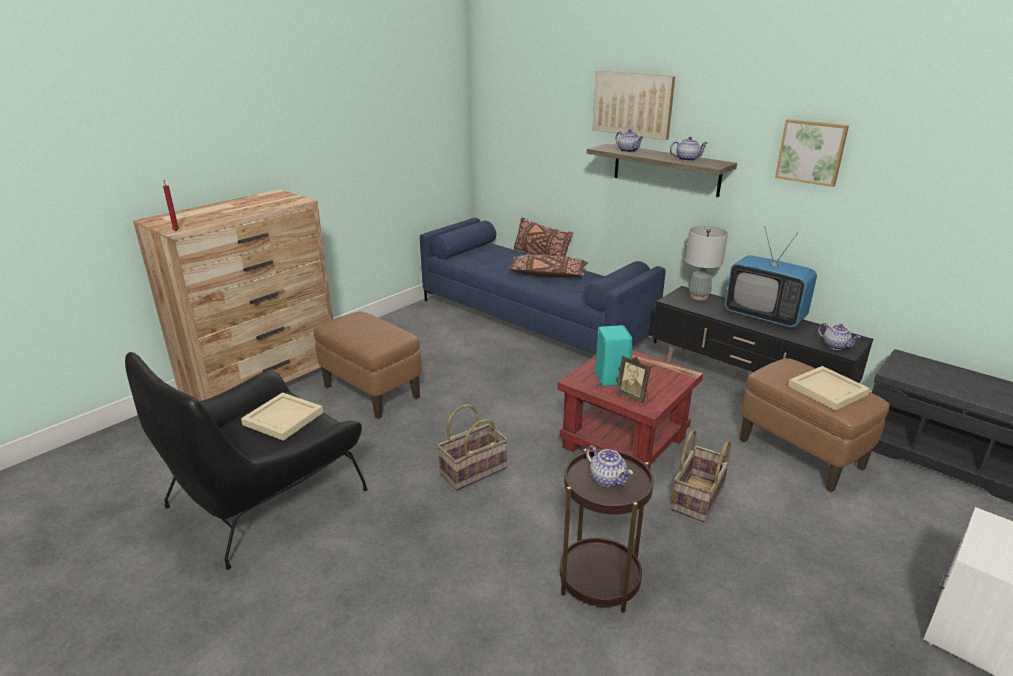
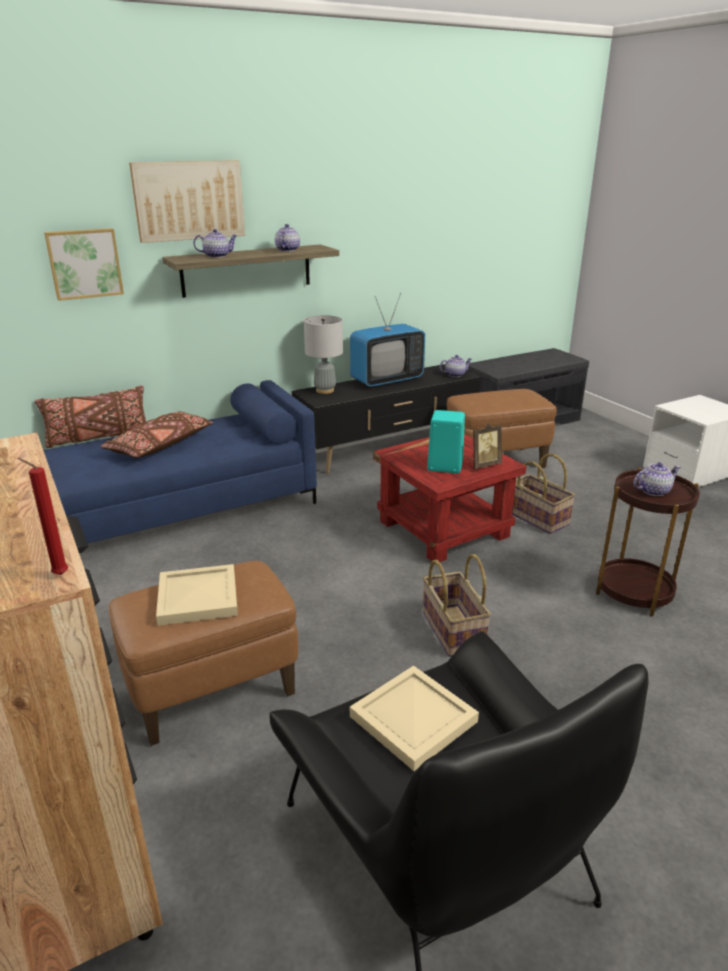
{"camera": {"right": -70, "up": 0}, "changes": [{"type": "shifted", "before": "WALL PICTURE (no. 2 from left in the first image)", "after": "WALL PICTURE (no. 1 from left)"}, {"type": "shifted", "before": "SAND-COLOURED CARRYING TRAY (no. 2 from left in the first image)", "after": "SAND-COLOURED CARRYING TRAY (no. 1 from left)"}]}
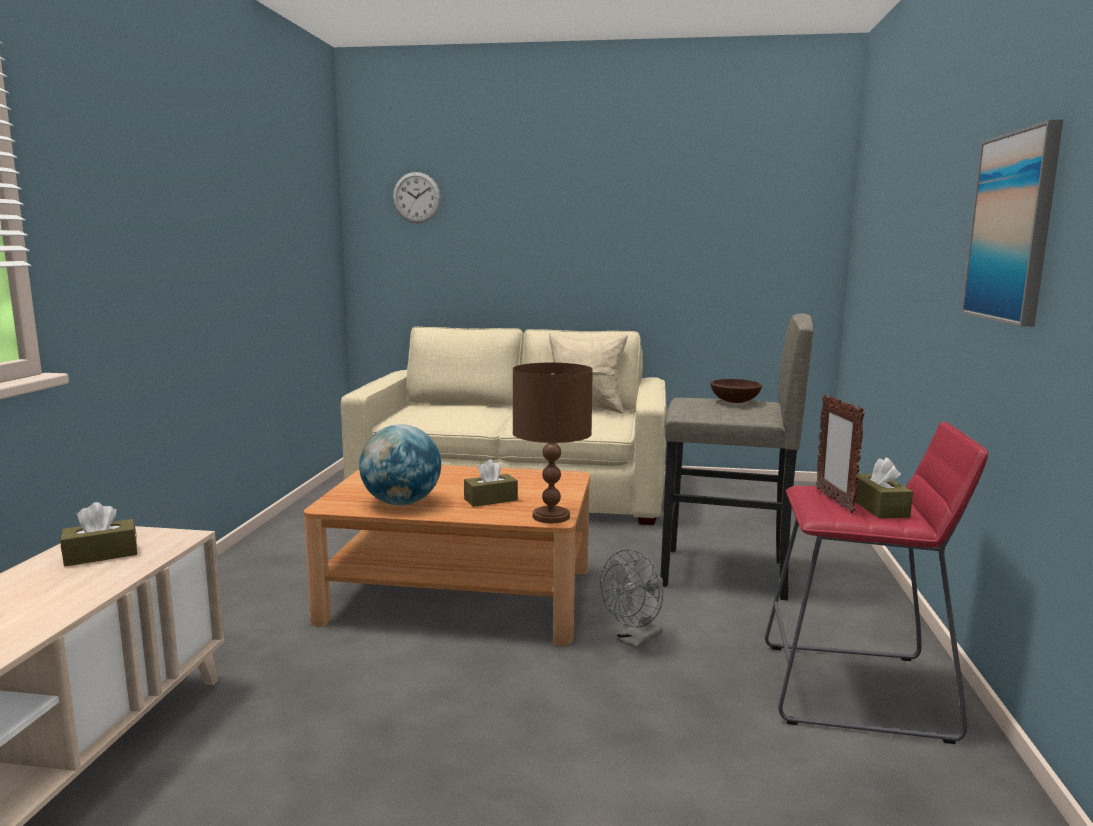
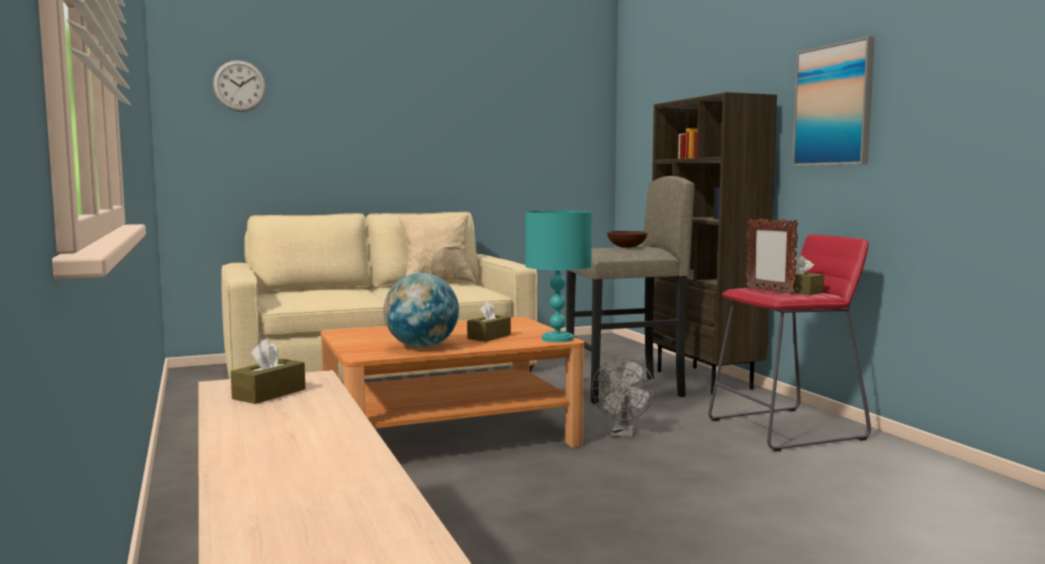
{"camera": {"right": -30, "up": -5}, "changes": [{"type": "new", "after": "BROWNISH SHELVING UNIT"}, {"type": "repainted", "before": "BROWNISH TABLETOP LAMP", "after": "BLUE-GREEN TABLETOP LAMP"}]}
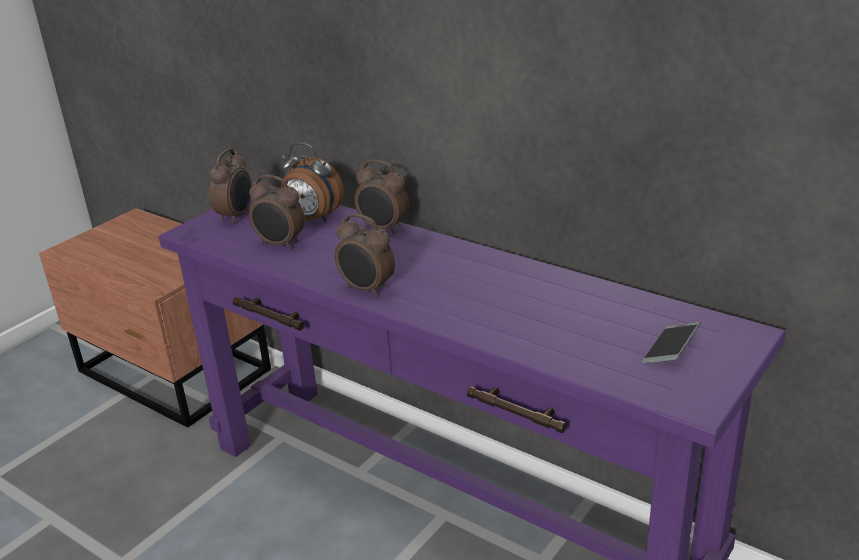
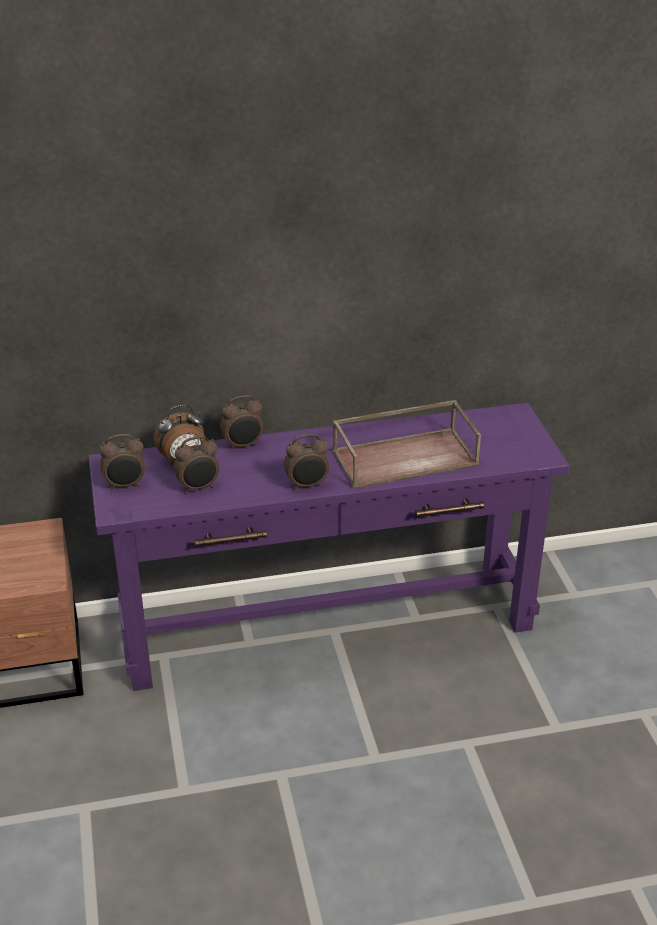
{"camera": {"right": -50, "up": 5}, "changes": [{"type": "gone", "before": "HANDSET"}, {"type": "new", "after": "BROWNISH CARRYING TRAY"}, {"type": "rotated", "before": "TABLE CLOCK (no. 1 from left)", "turn": 105}]}
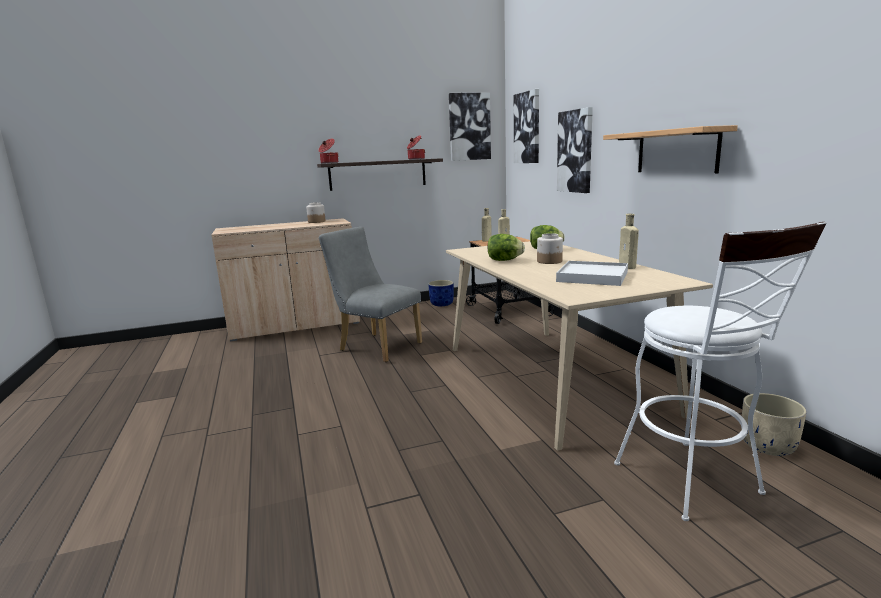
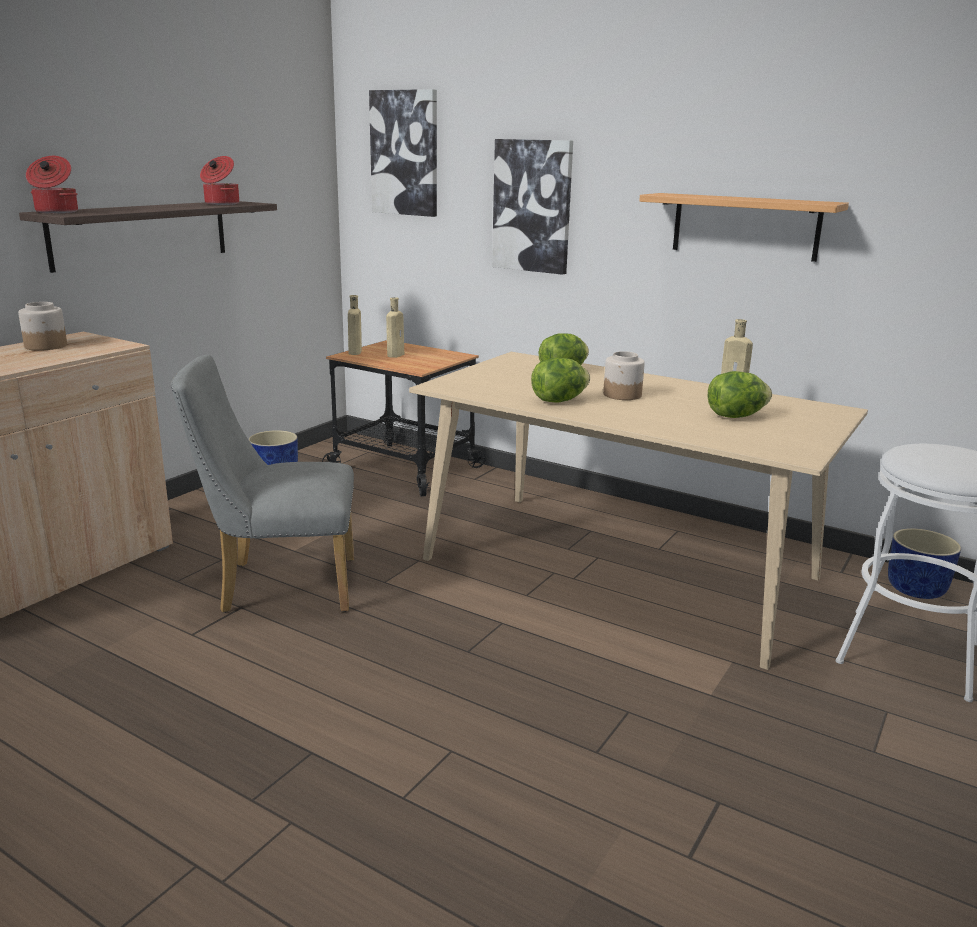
{"camera": {"right": -40, "up": 5}, "changes": [{"type": "gone", "before": "WALL PICTURE (no. 1 from left)"}, {"type": "swapped", "before": "WHITE CARRYING TRAY", "after": "HEAD OF LETTUCE (no. 3 from left)"}, {"type": "repainted", "before": "SAND-COLOURED PLANT POT", "after": "BLUE-COLOURED PLANT POT (no. 2 from left)"}]}
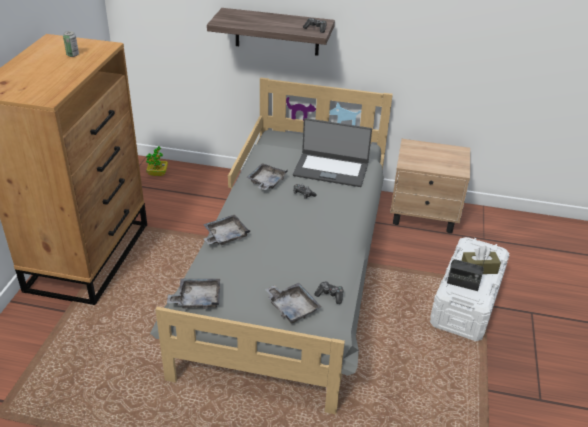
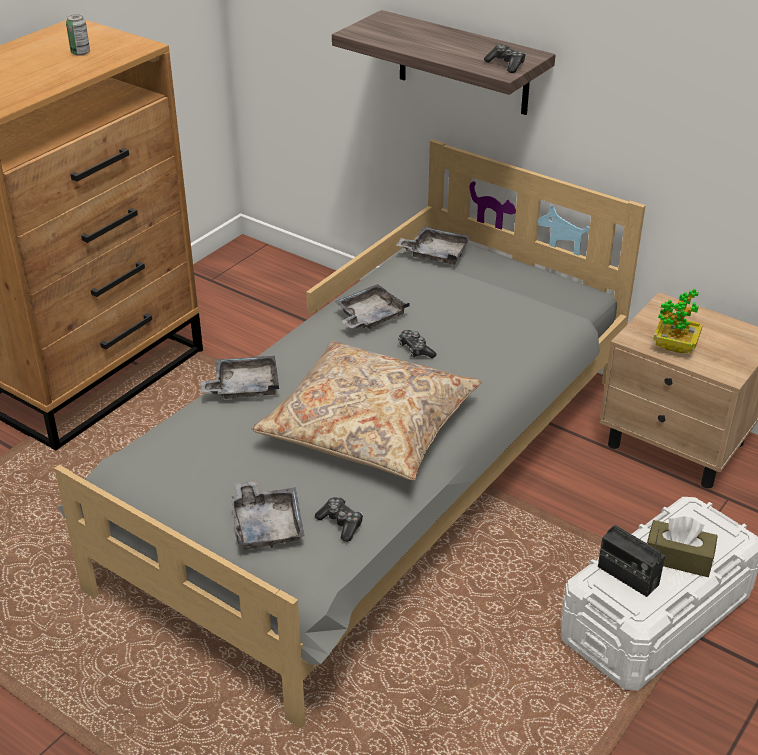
{"camera": {"right": 25, "up": 0}, "changes": [{"type": "gone", "before": "NOTEBOOK COMPUTER"}, {"type": "new", "after": "SAND-COLOURED THROW PILLOW"}, {"type": "shifted", "before": "POTTED PLANT"}, {"type": "shifted", "before": "GRAY CARRYING TRAY (no. 1 from left in the first image)", "after": "GRAY CARRYING TRAY (no. 4 from left)"}]}
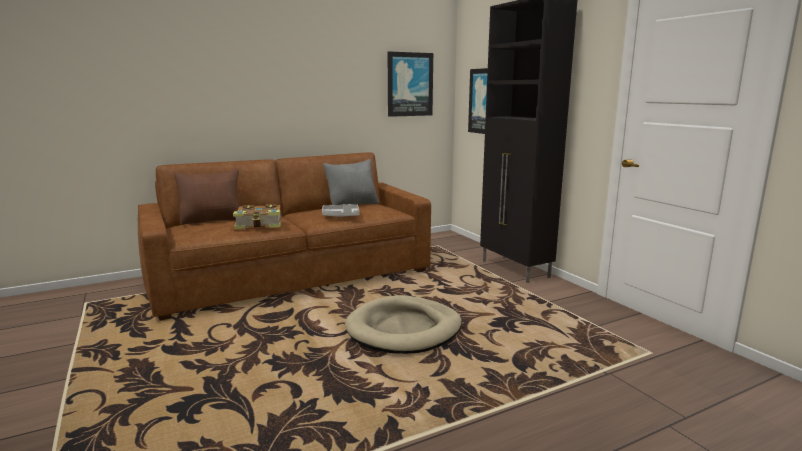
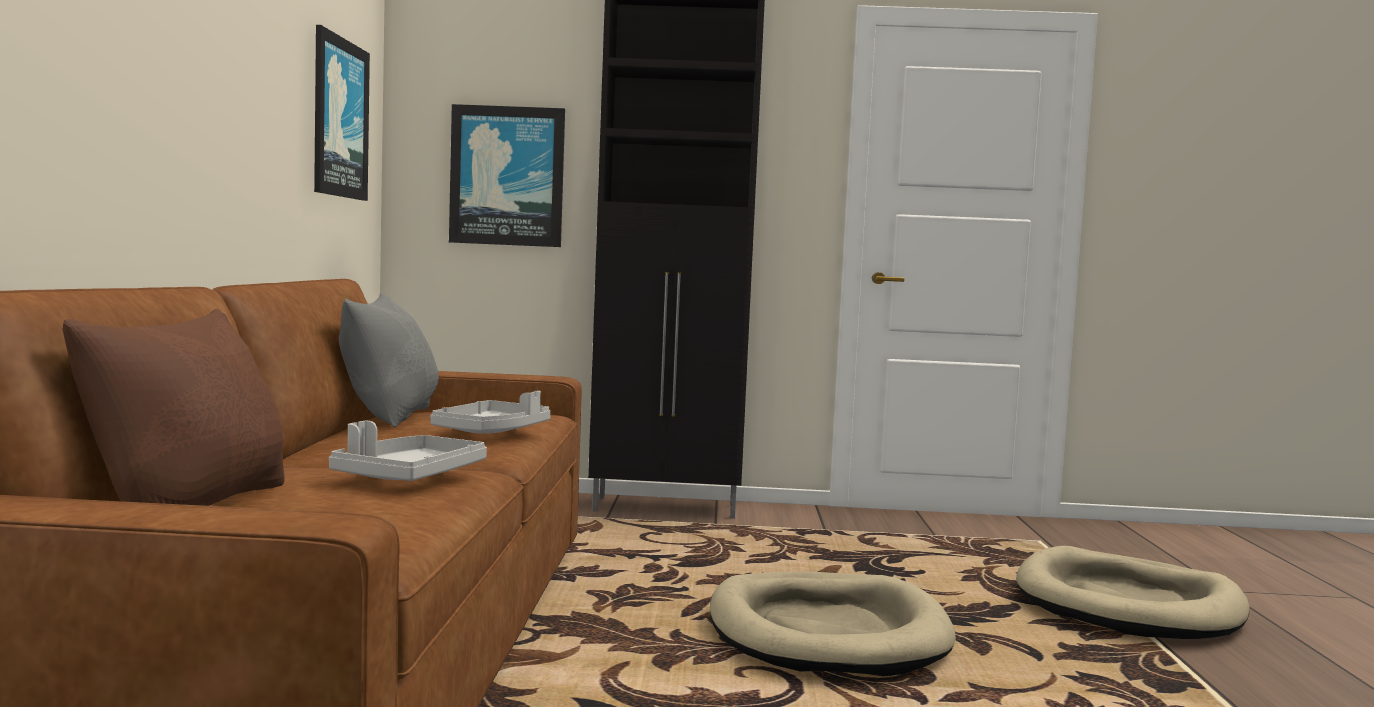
{"camera": {"right": -60, "up": -10}, "changes": [{"type": "new", "after": "SAND-COLOURED DOG CUSHION (no. 2 from left)"}, {"type": "swapped", "before": "BOUND BOOK", "after": "GRAY CARRYING TRAY (no. 1 from left)"}]}
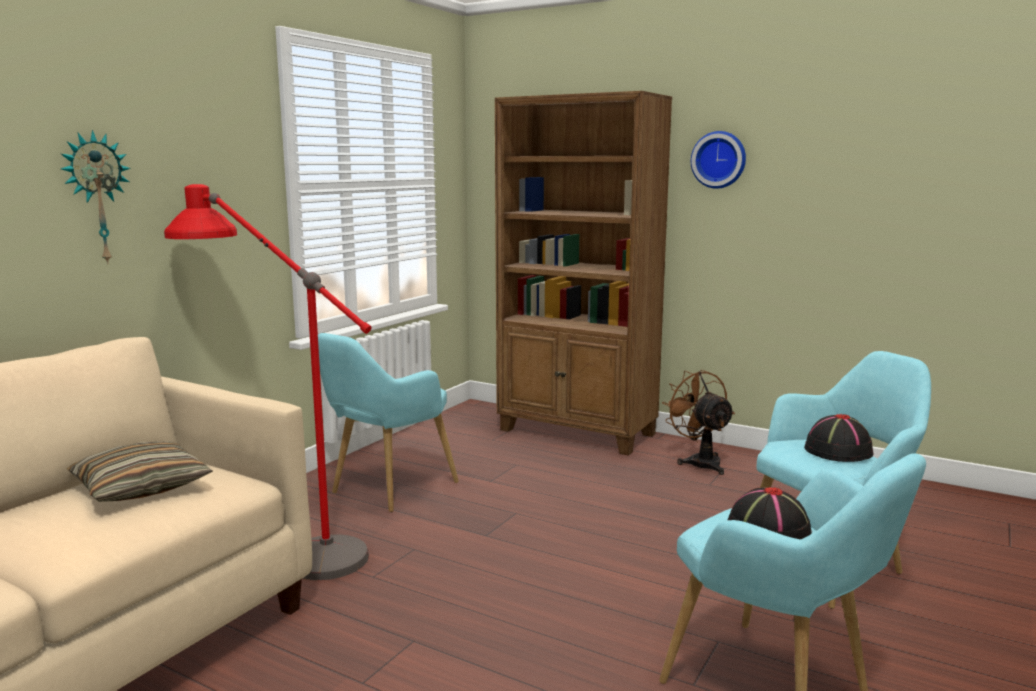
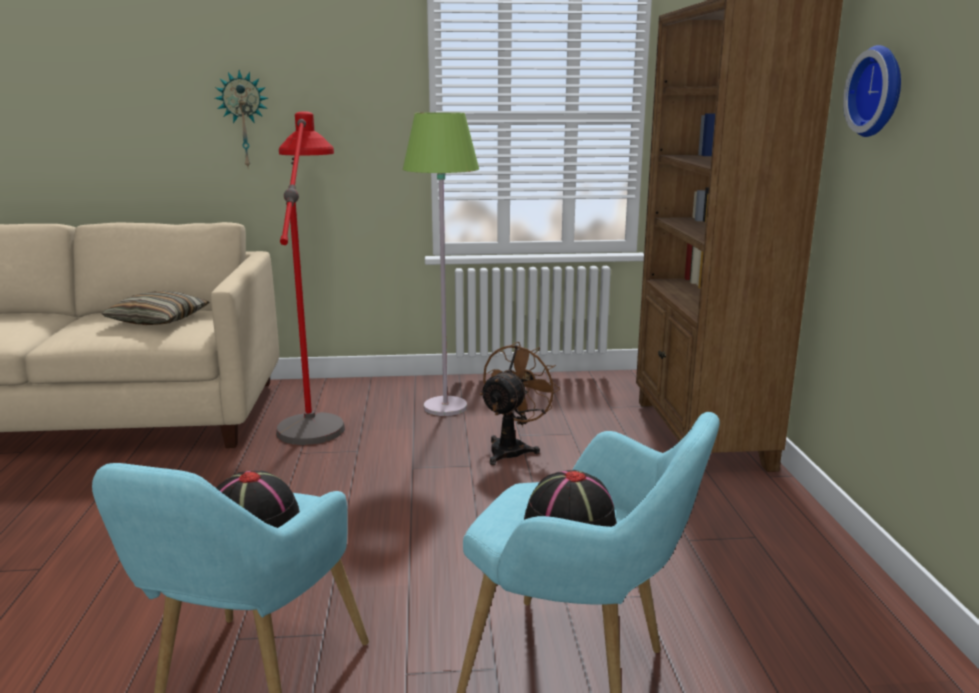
{"camera": {"right": 55, "up": 5}, "changes": [{"type": "shifted", "before": "BROWNISH COOLING FAN"}, {"type": "swapped", "before": "BLUE-GREEN ARMCHAIR (no. 1 from left)", "after": "GREEN FLOOR LAMP"}]}
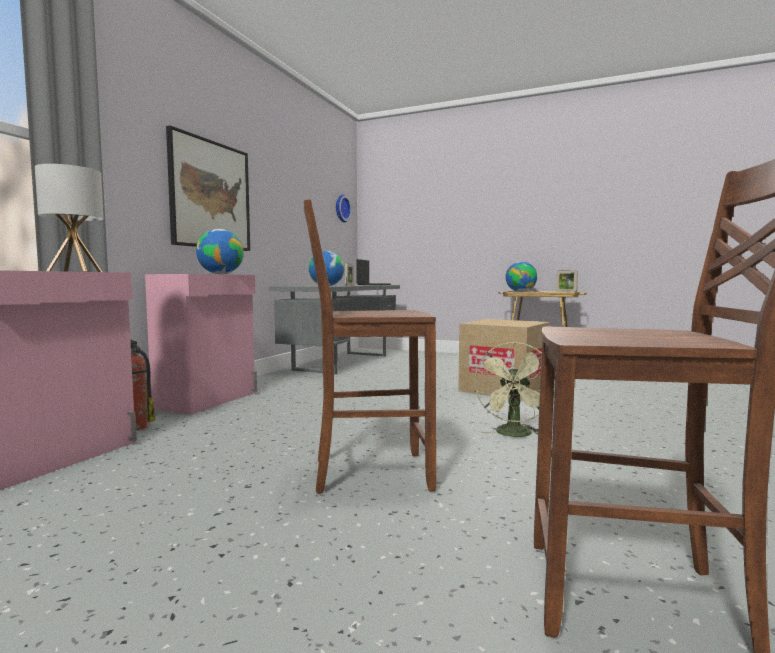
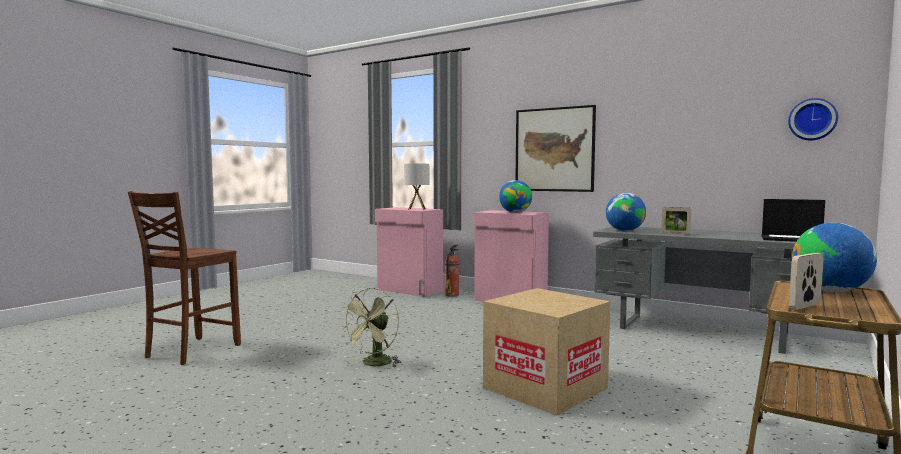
{"camera": {"right": 100, "up": 0}, "changes": [{"type": "gone", "before": "BROWNISH CHAIR (no. 1 from left)"}, {"type": "rotated", "before": "GREEN COOLING FAN", "turn": -90}]}
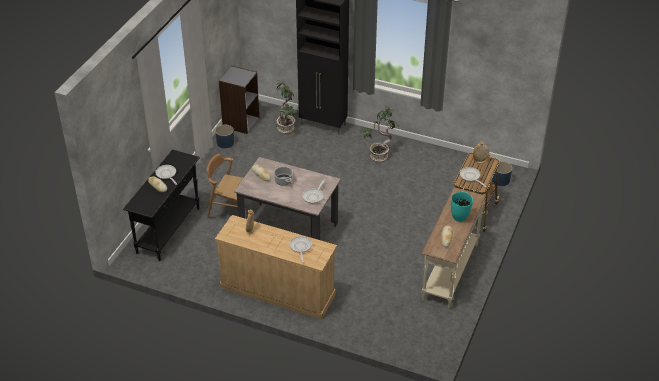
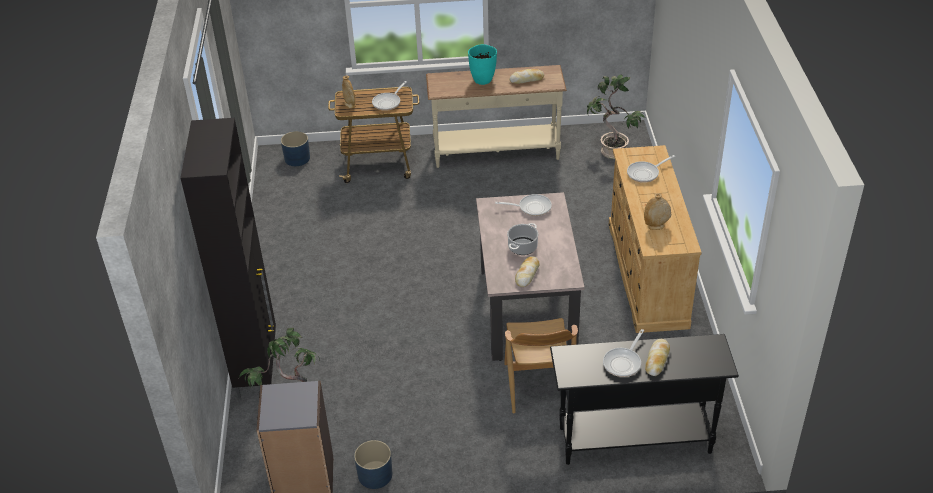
{"camera": {"right": -115, "up": 0}, "changes": [{"type": "shifted", "before": "POTTED PLANT (no. 2 from left)"}]}
